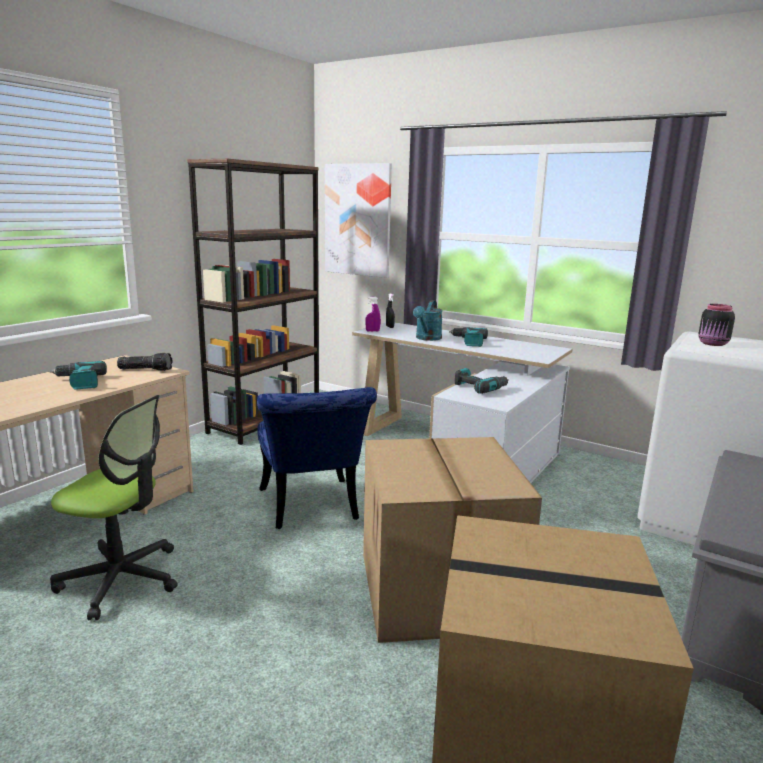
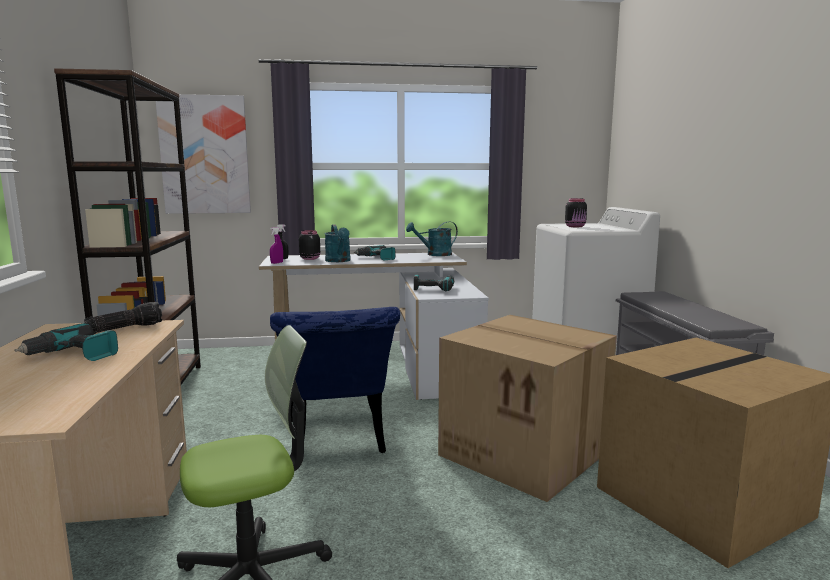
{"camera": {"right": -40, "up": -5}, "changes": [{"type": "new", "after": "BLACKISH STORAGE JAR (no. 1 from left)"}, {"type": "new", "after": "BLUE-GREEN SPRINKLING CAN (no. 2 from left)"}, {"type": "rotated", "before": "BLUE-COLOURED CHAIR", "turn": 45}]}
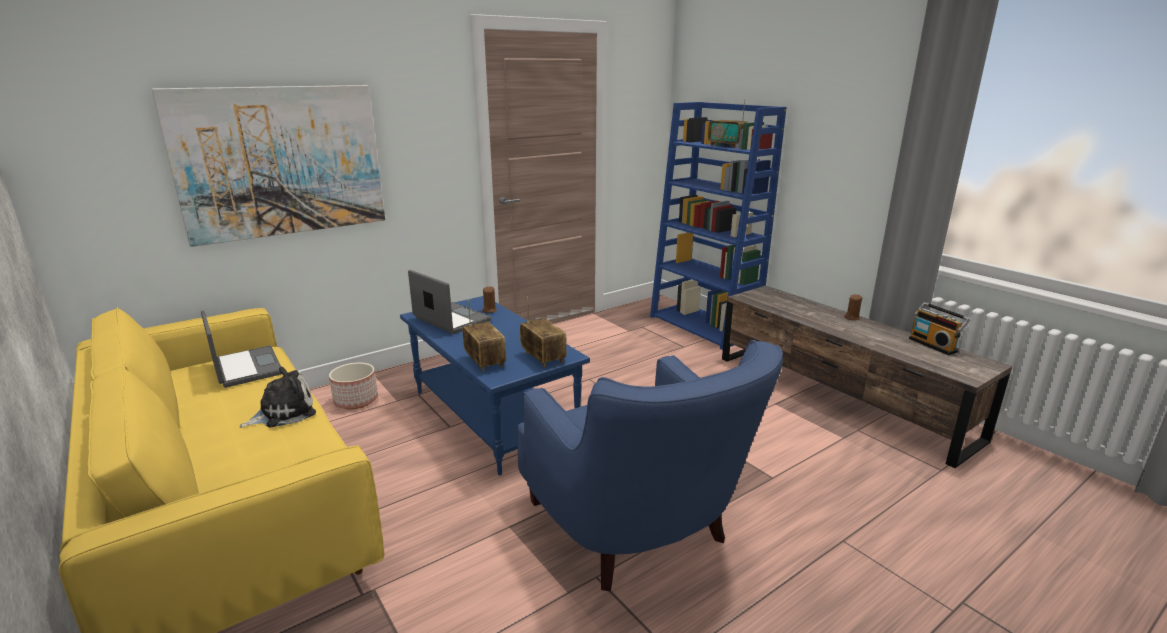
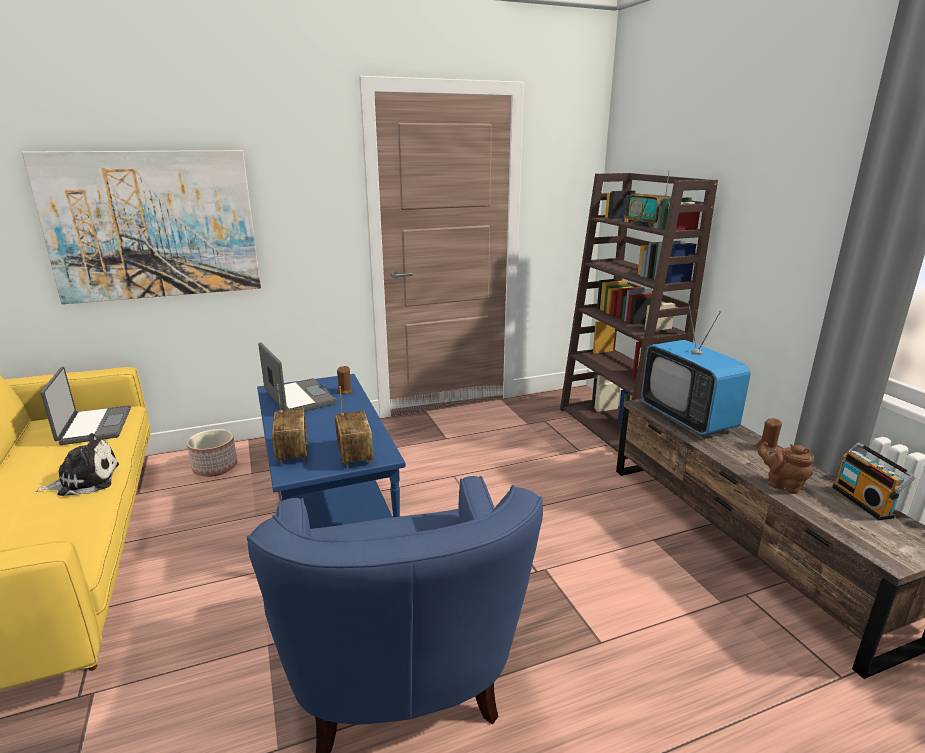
{"camera": {"right": 15, "up": 0}, "changes": [{"type": "new", "after": "TELEVISION"}, {"type": "new", "after": "BROWNISH POT FOR TEA"}, {"type": "repainted", "before": "BLUE-COLOURED SHELVING UNIT", "after": "BROWNISH SHELVING UNIT"}]}
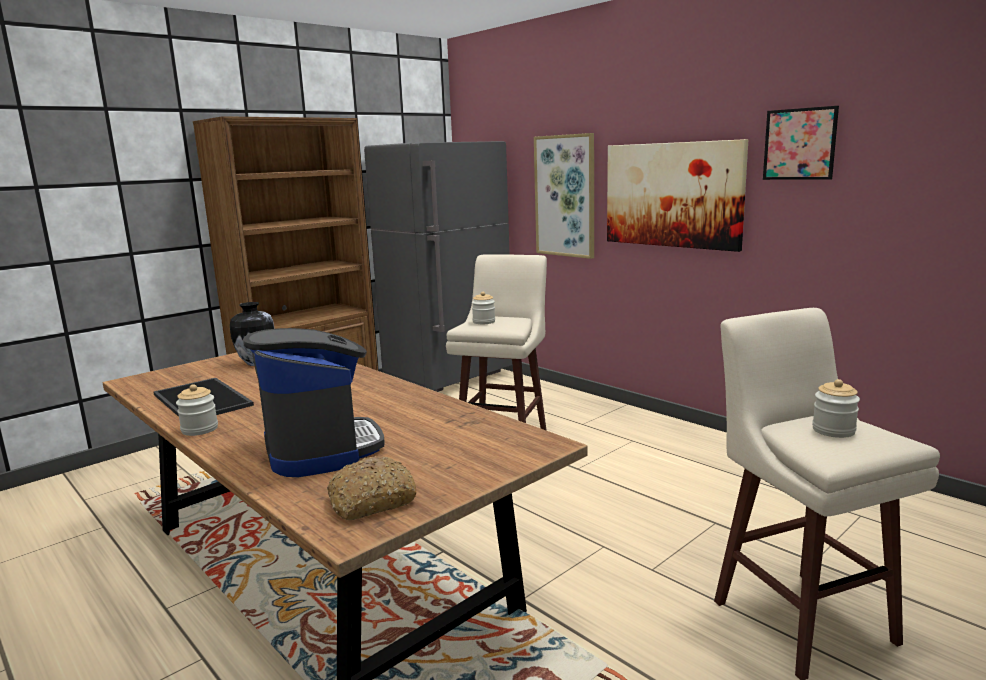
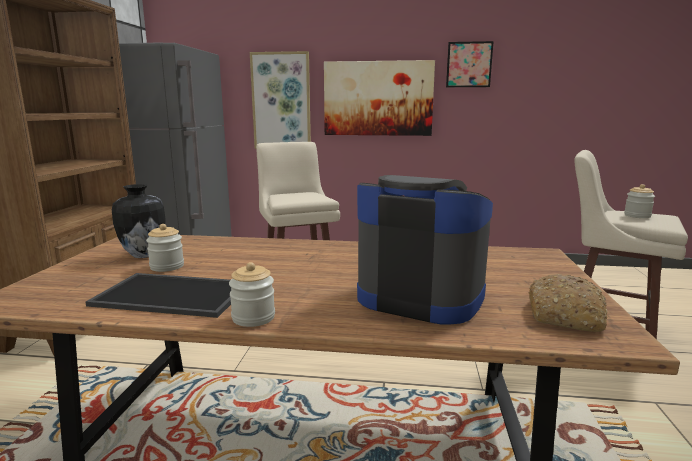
{"camera": {"right": -40, "up": 0}, "changes": [{"type": "shifted", "before": "STORAGE JAR (no. 2 from left in the first image)", "after": "STORAGE JAR (no. 1 from left)"}]}
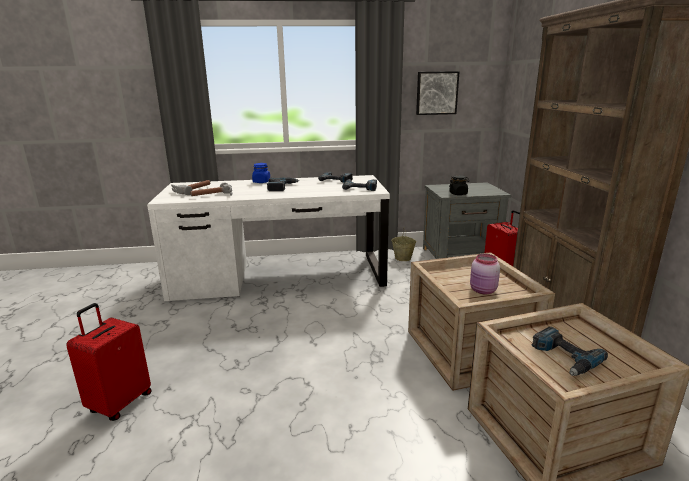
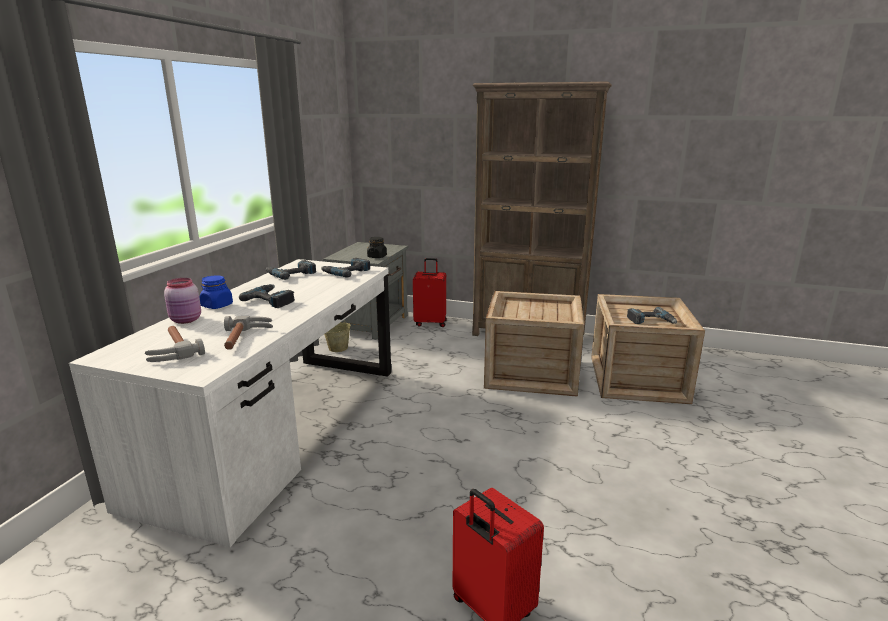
{"camera": {"right": -65, "up": 0}, "changes": [{"type": "gone", "before": "WALL PICTURE"}, {"type": "shifted", "before": "PINKISH STORAGE JAR"}]}
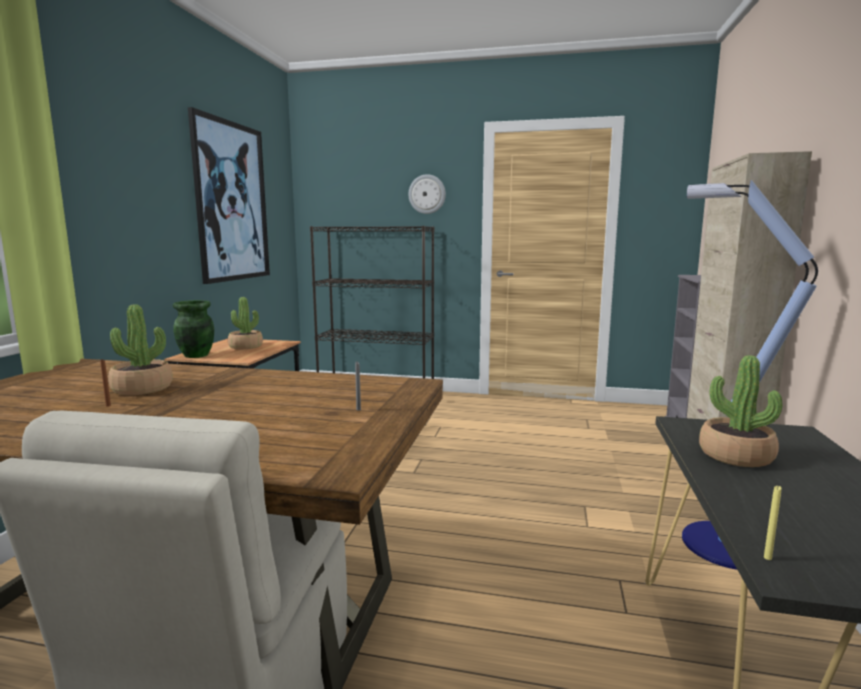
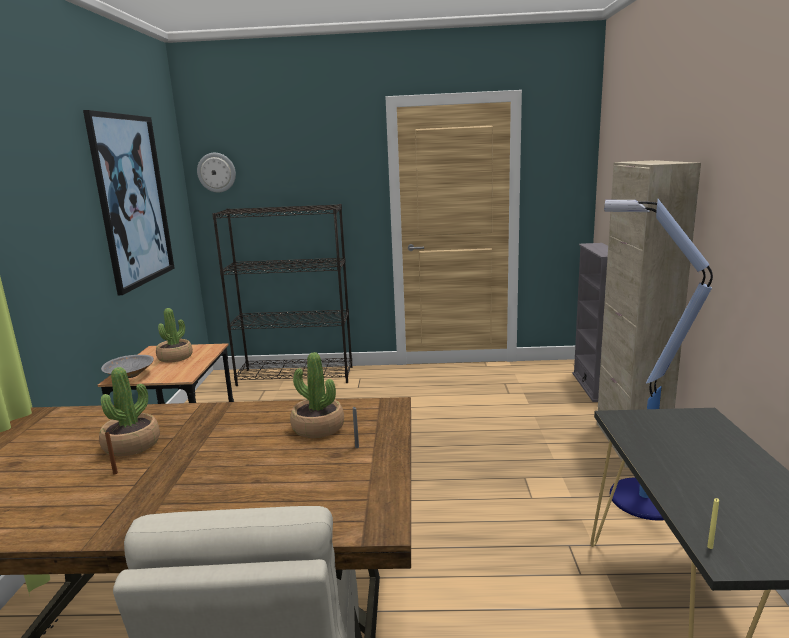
{"camera": {"right": -10, "up": 5}, "changes": [{"type": "shifted", "before": "CLOCK ON THE WALL"}, {"type": "shifted", "before": "POTTED PLANT (no. 3 from left)"}, {"type": "swapped", "before": "GREEN VASE", "after": "GRAY SERVING BOWL"}]}
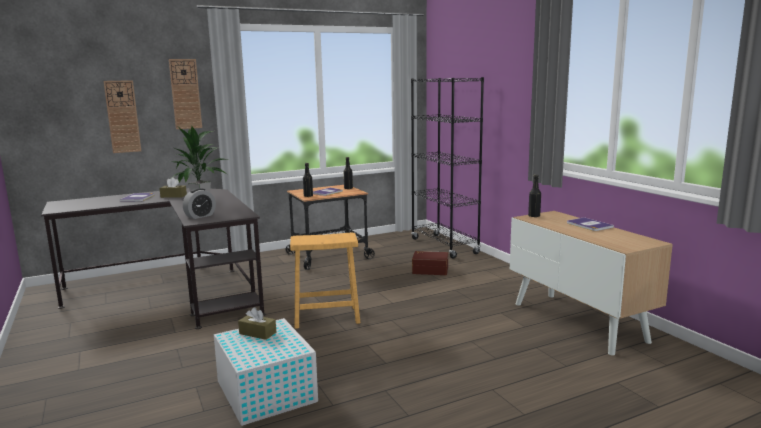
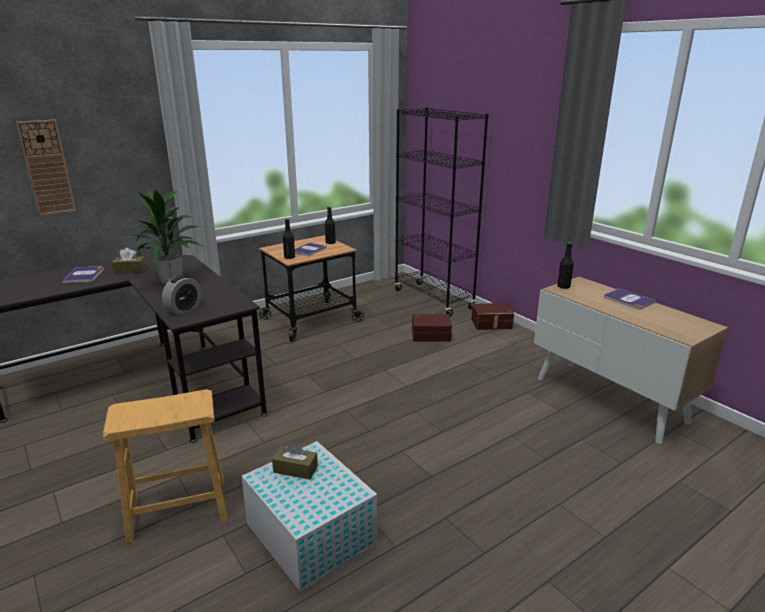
{"camera": {"right": -10, "up": 10}, "changes": [{"type": "gone", "before": "CLOCK ON THE WALL (no. 2 from left)"}, {"type": "new", "after": "BROWNISH STORAGE CONTAINER (no. 2 from left)"}, {"type": "shifted", "before": "BROWNISH STOOL"}]}
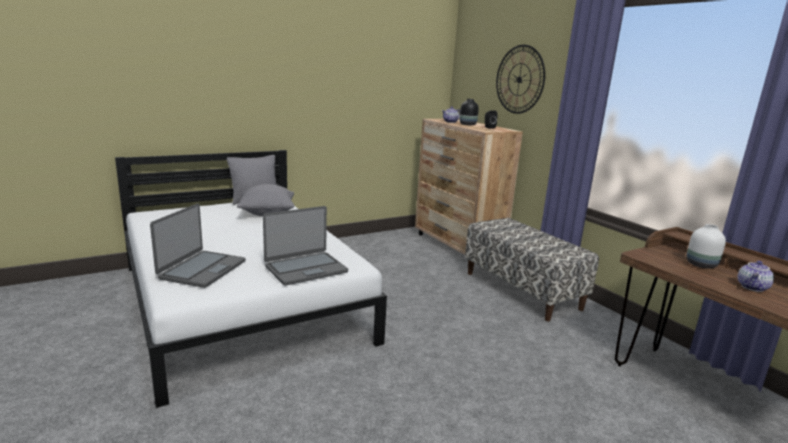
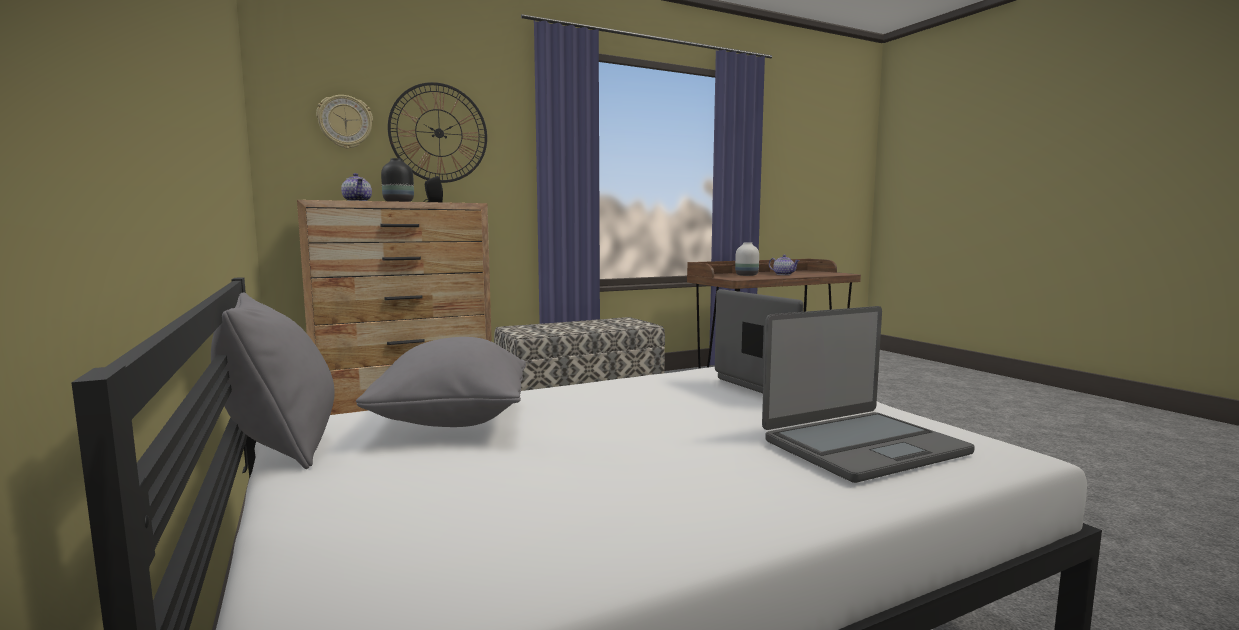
{"camera": {"right": -85, "up": -10}, "changes": [{"type": "new", "after": "CLOCK ON THE WALL (no. 1 from left)"}, {"type": "rotated", "before": "NOTEBOOK COMPUTER (no. 1 from left in the first image)", "turn": 135}]}
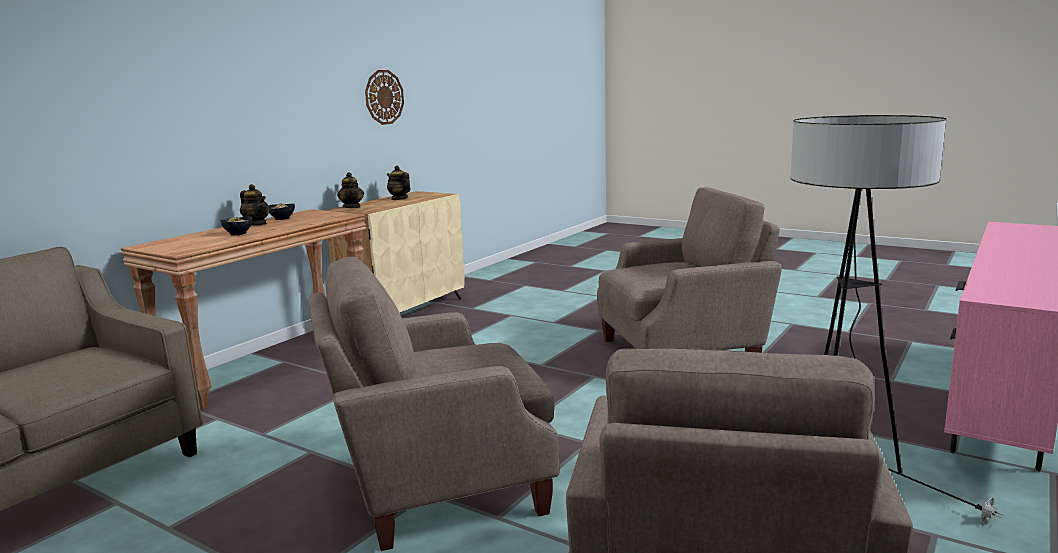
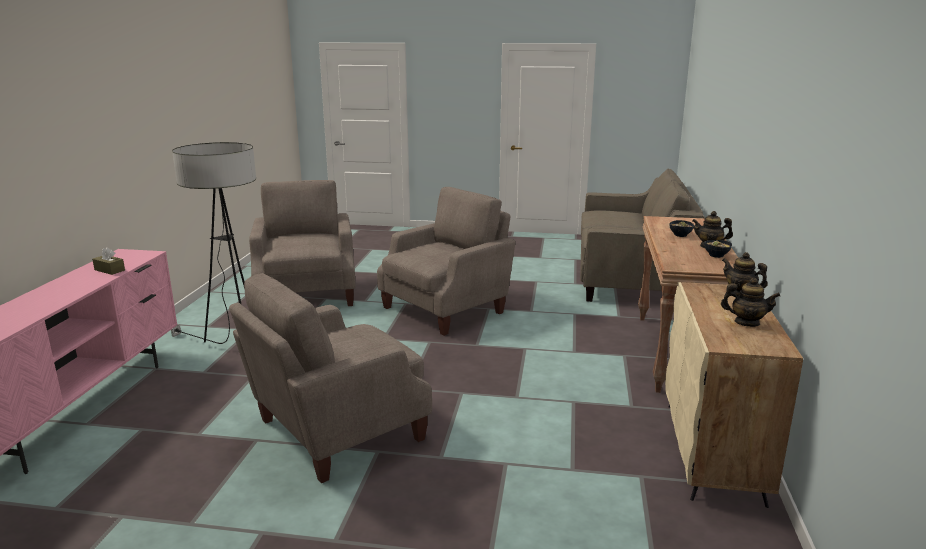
{"camera": {"right": 155, "up": 5}, "changes": [{"type": "gone", "before": "CLOCK ON THE WALL"}, {"type": "new", "after": "BROWNISH BOX OF TISSUES"}]}
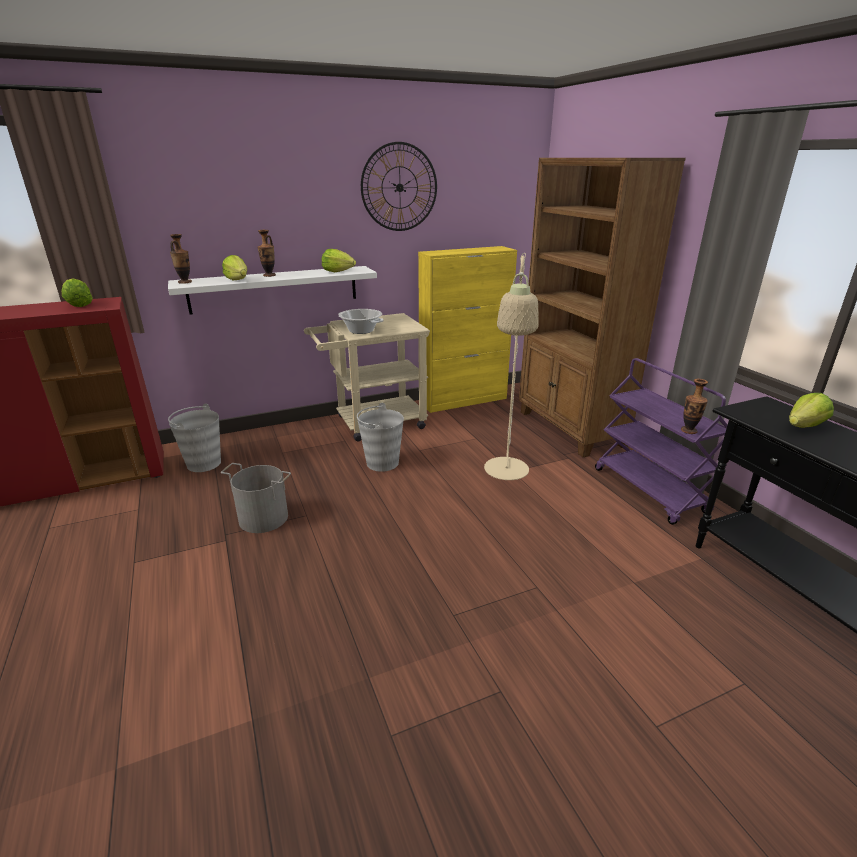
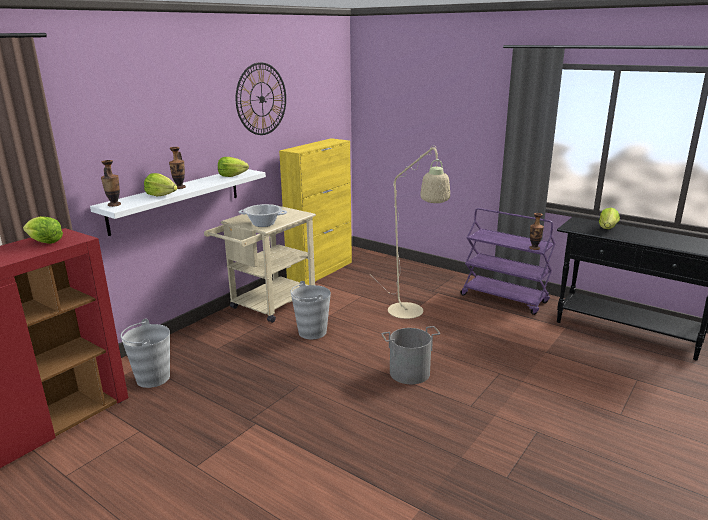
{"camera": {"right": -30, "up": -5}, "changes": [{"type": "gone", "before": "BROWNISH SHELVING UNIT"}, {"type": "shifted", "before": "GRAY WATER BUCKET (no. 2 from left in the first image)", "after": "GRAY WATER BUCKET (no. 3 from left)"}]}
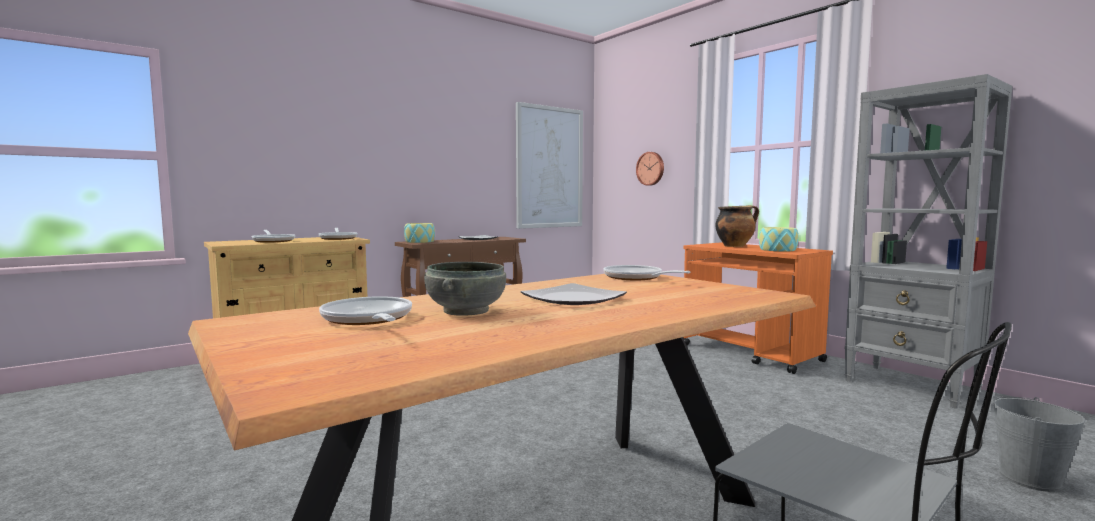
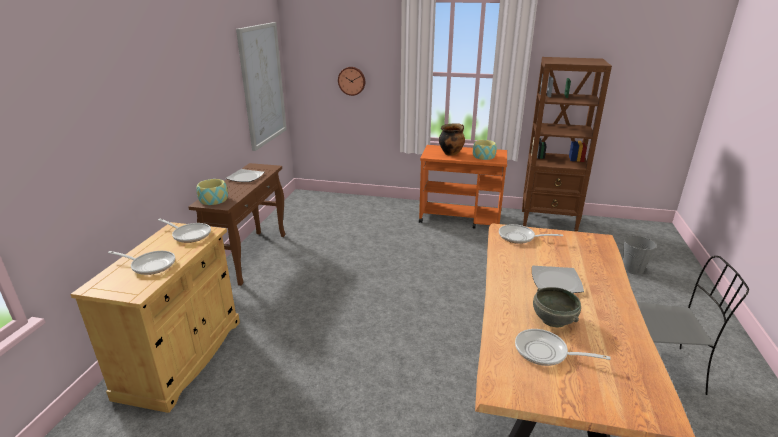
{"camera": {"right": -40, "up": 20}, "changes": [{"type": "repainted", "before": "GRAY SHELVING UNIT", "after": "BROWNISH SHELVING UNIT"}]}
